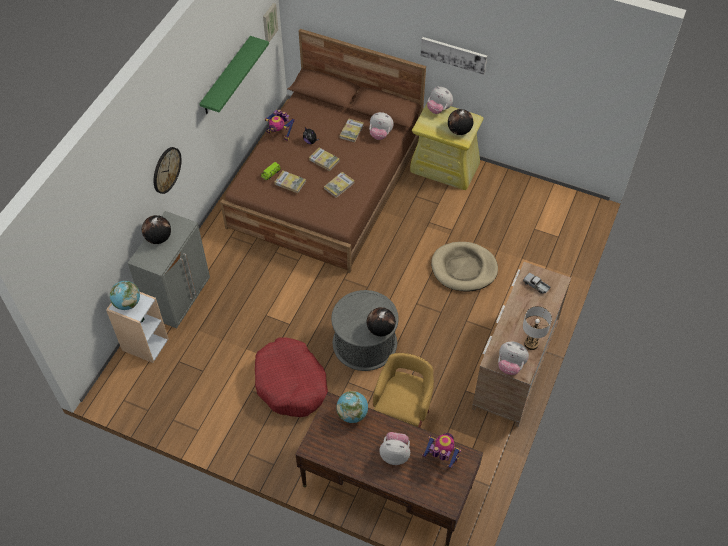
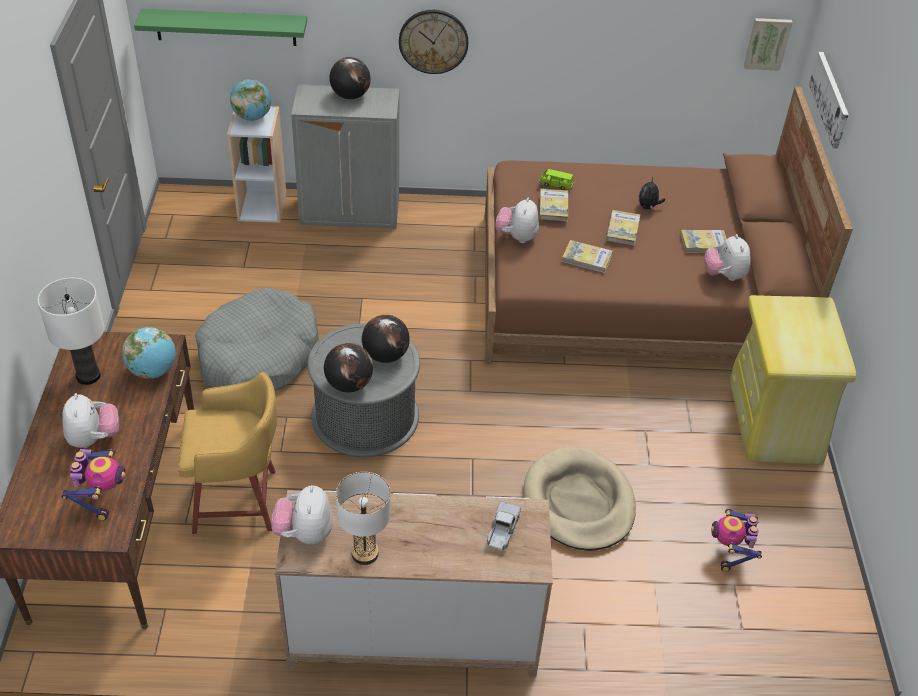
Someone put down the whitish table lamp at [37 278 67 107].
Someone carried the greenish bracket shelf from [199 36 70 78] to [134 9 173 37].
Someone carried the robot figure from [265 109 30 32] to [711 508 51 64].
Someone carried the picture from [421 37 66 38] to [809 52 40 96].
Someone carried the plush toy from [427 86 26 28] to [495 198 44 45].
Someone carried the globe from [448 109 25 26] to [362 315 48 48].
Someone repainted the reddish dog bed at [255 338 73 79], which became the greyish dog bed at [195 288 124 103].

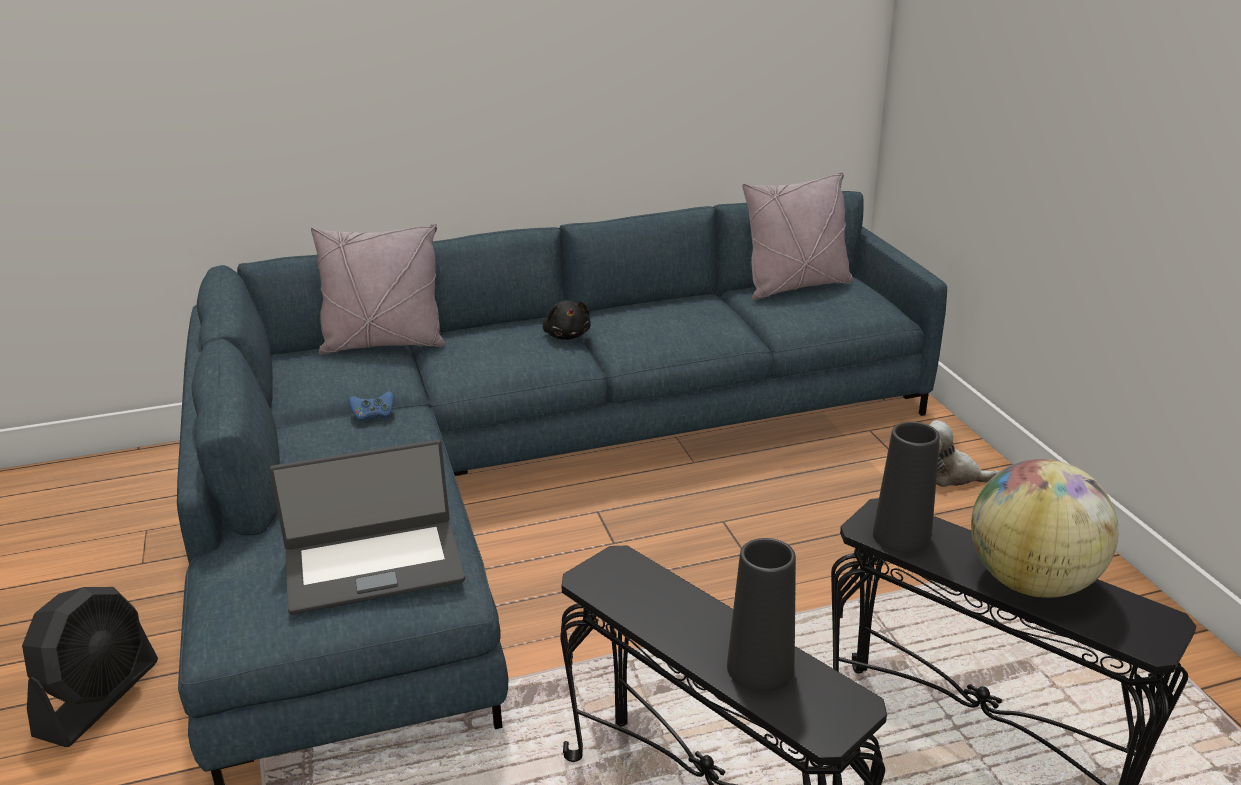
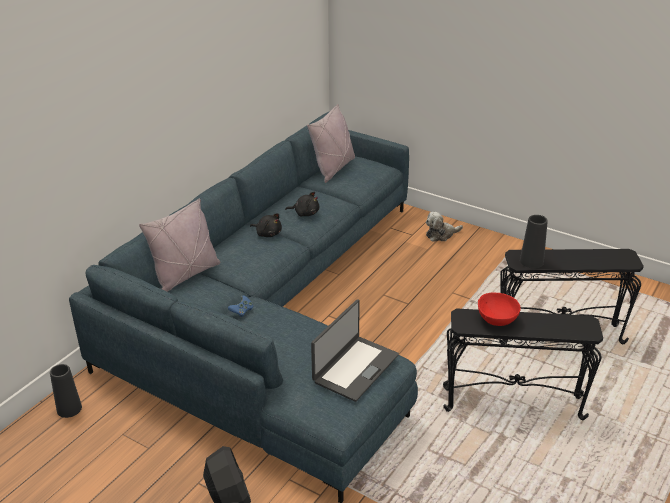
Someone took away the globe at [971 459 148 139].
Someone put down the black-coloured plush toy at [285 192 34 24].
Someone put down the reddish bowl at [478 293 43 33].
Someone carried the black-coloured decorative vase from [727 538 69 154] to [50 364 32 54].

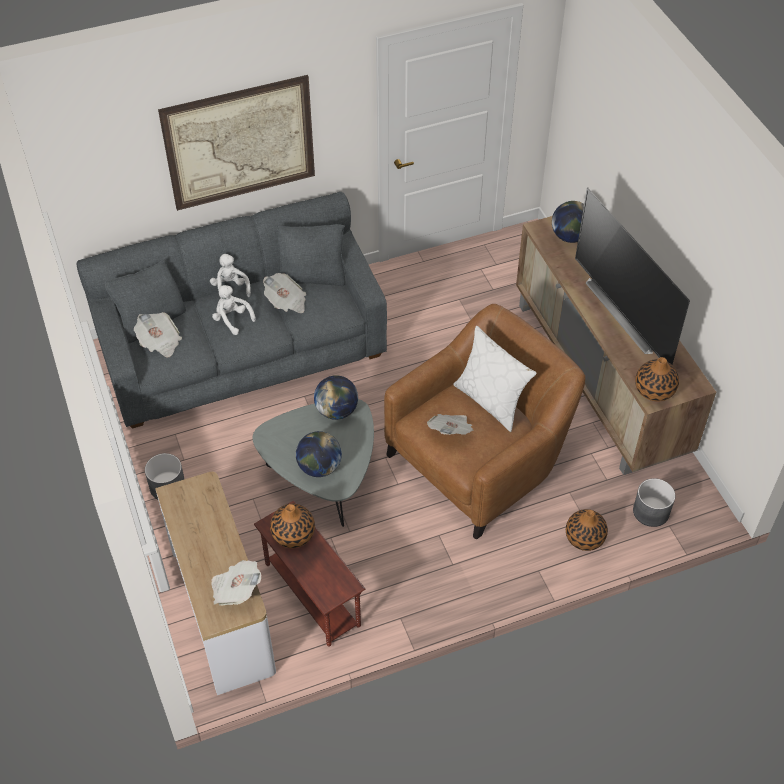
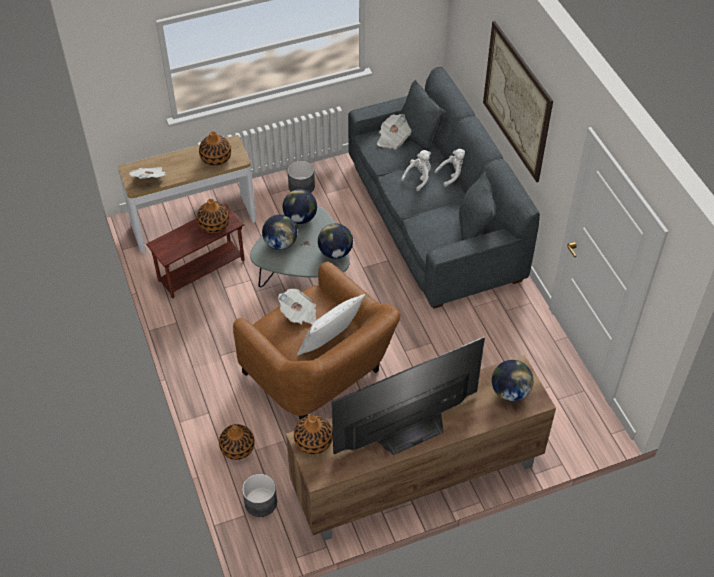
Someone took away the printed paper at [263 273 43 40].
Someone put down the decorative vase at [199 131 32 35].
Someone put down the globe at [283 189 34 35].

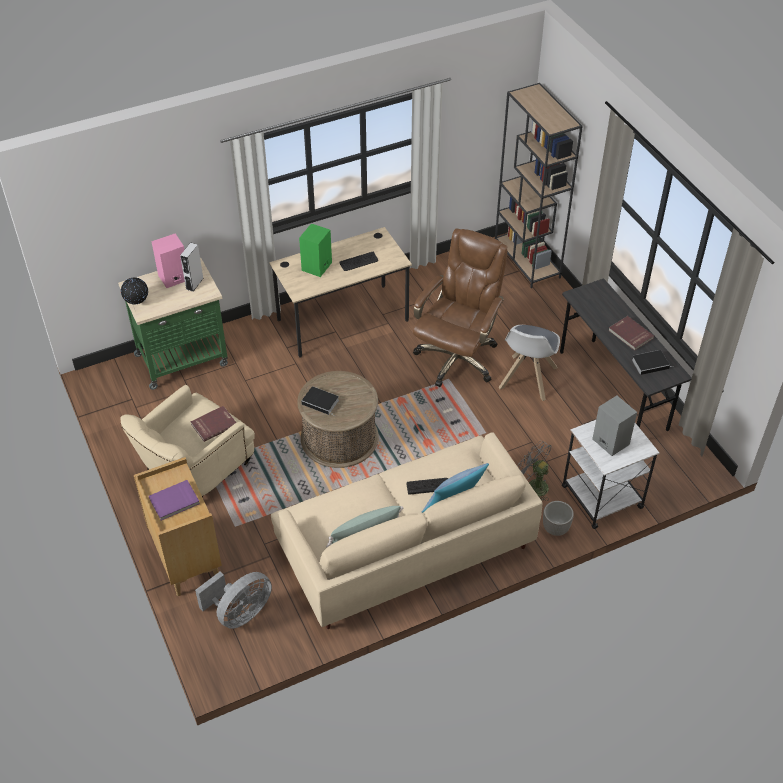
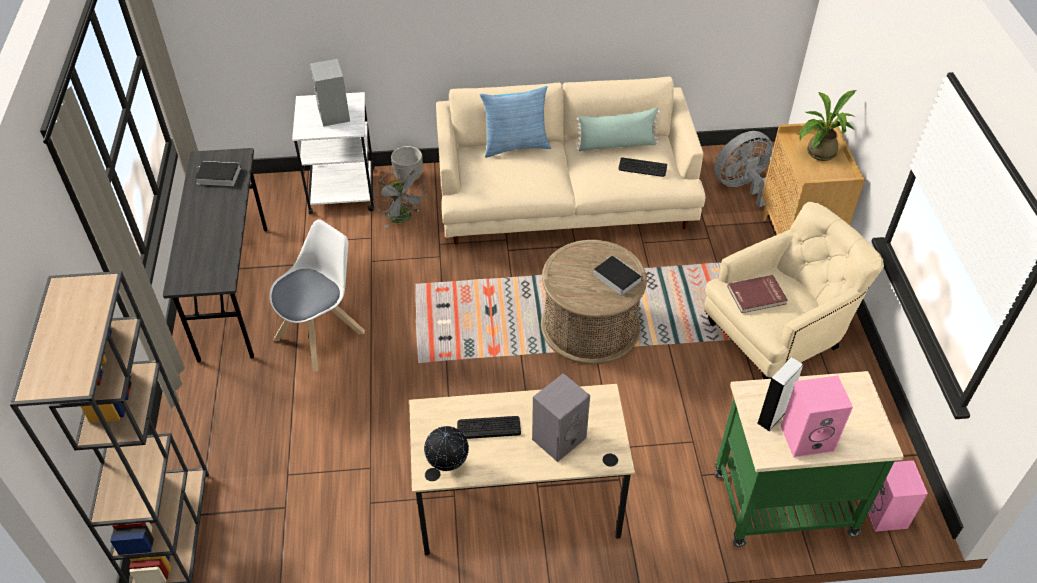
Someone took away the brownish computer chair at [413 229 95 158].
Someone took away the reddish volume at [608 316 46 35].
Someone put down the pink-coloured loudspeaker at [868 460 60 72].
Someone carried the globe from [121 277 27 27] to [424 426 45 45].
Someone carried the computer keyboard from [406 478 42 17] to [618 157 49 20].
Someone swapped the purple volume at [149 480 51 40] for the plant in a pot at [799 90 58 71].
Someone repainted the greenish loudspeaker at [299 224 33 53], which became the greyish loudspeaker at [532 373 58 89].

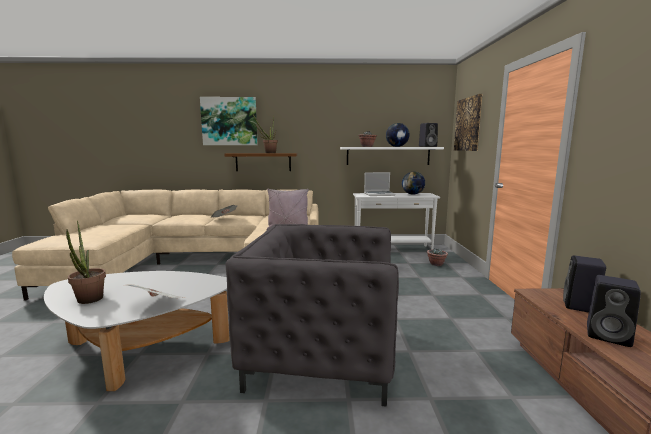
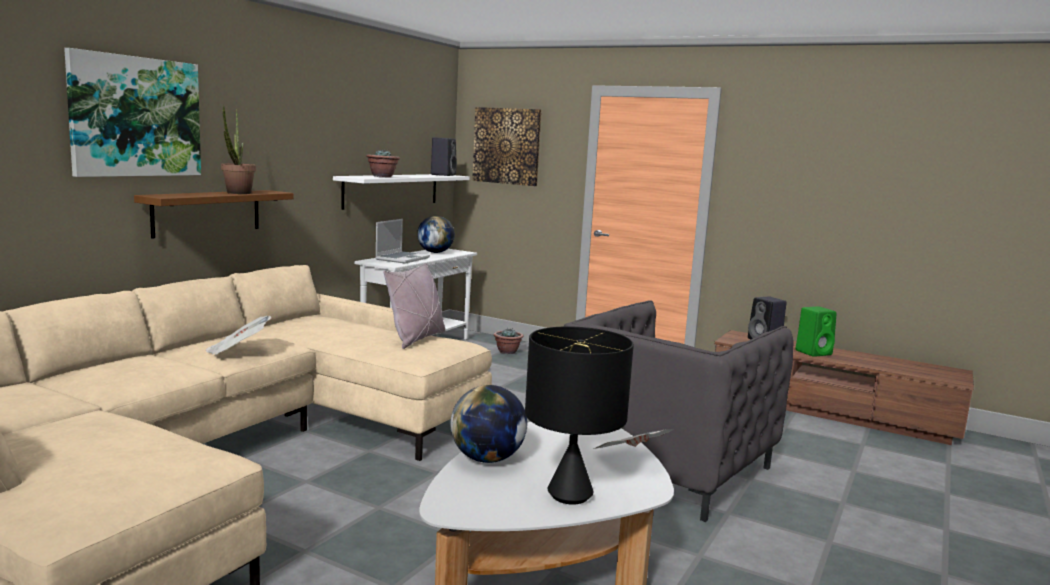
Someone carried the globe from [386 123 24 24] to [450 385 77 78].
Someone swapped the plant in a pot at [66 221 40 83] for the black-coloured table lamp at [525 326 109 179].
Someone repainted the black-coloured loudspeaker at [587 275 54 72], which became the greenish loudspeaker at [795 306 41 51].

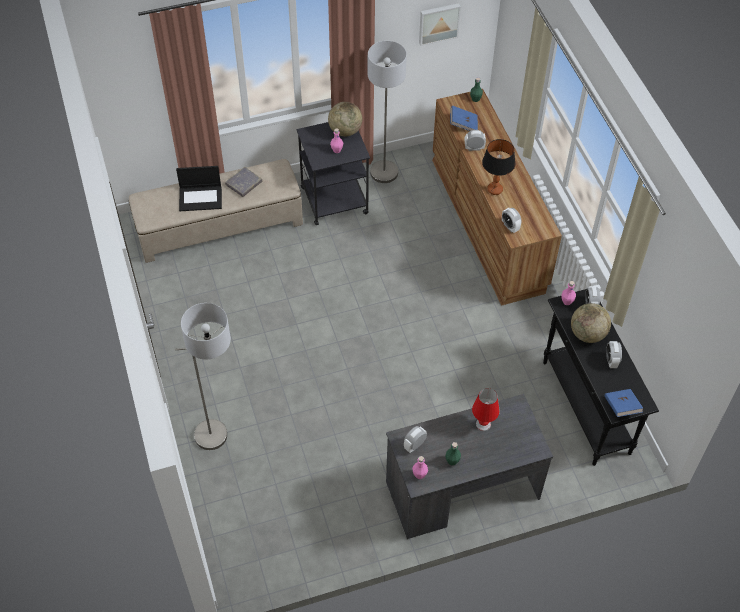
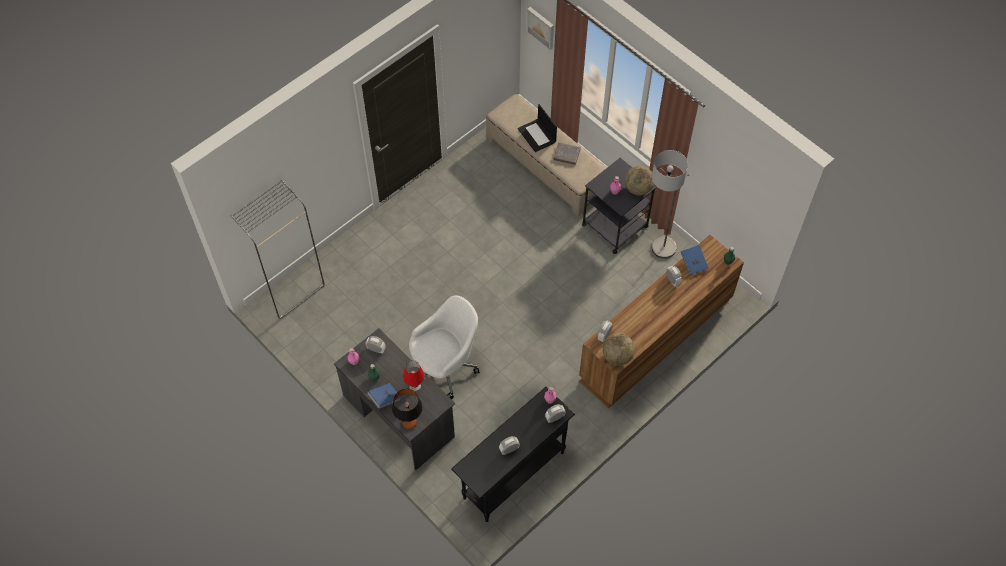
Someone took away the greyish standing lamp at [175 303 56 147].
Someone put down the greyish clothes rack at [230 179 95 140].
Someone put down the whitish computer chair at [409 296 71 103].
Someone carried the picture from [419 3 42 43] to [527 7 27 43].
Someone carried the table lamp from [482 139 33 56] to [392 389 31 40].
Someone carried the globe from [571 303 40 40] to [603 333 32 33].
Someone carried the blue volume from [605 389 38 28] to [367 383 34 26].

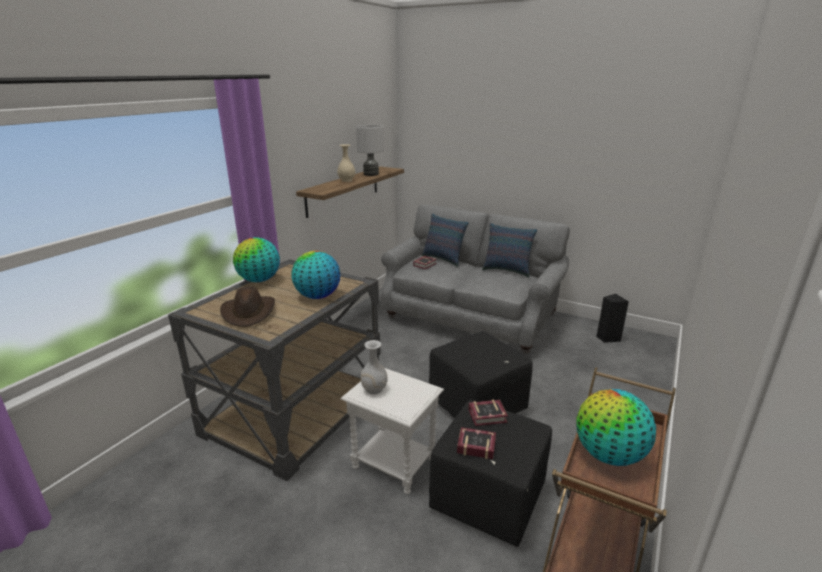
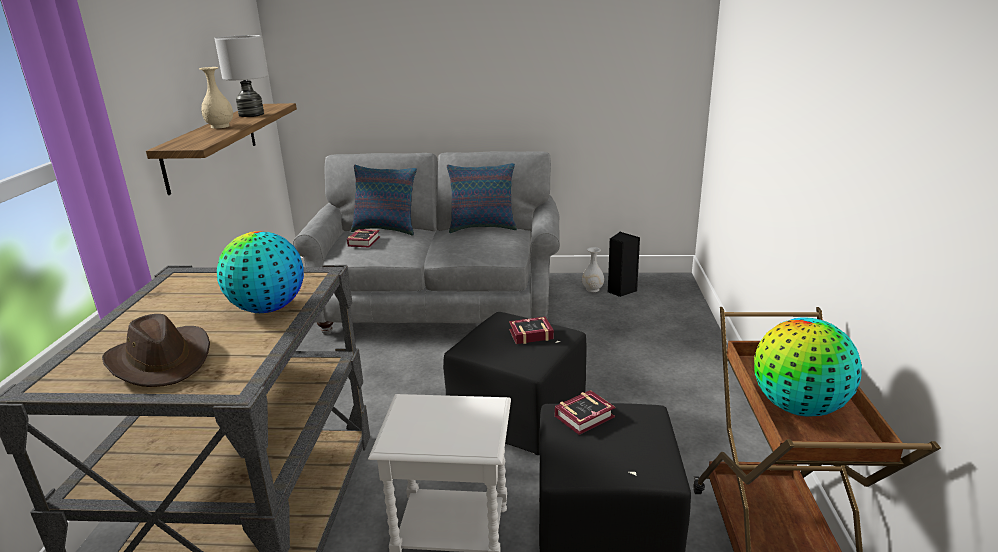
Someone took away the globe at [233 237 47 45].
Someone carried the whitish decorative vase from [361 340 27 54] to [582 247 22 45].
Someone carried the volume from [457 427 39 32] to [509 317 45 27].

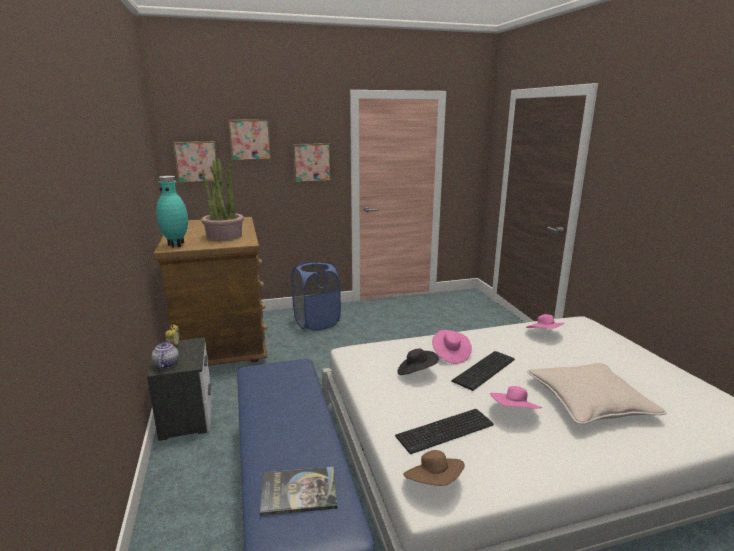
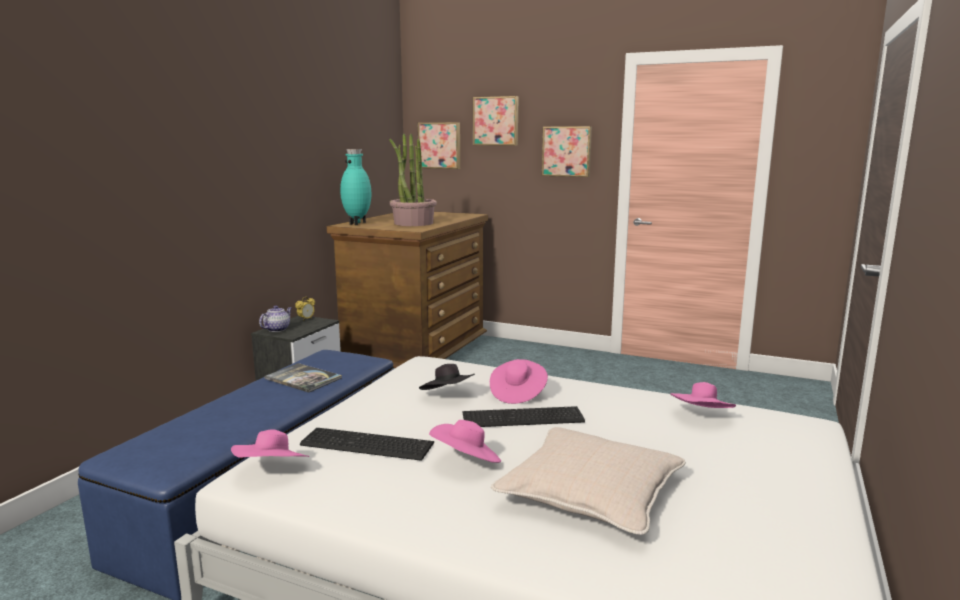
Someone took away the blue laundry basket at [292 261 49 70].
Someone carried the volume from [260 467 77 49] to [264 363 78 30].
Someone repainted the brownish clothing hat at [403 450 62 36], which became the pink-coloured clothing hat at [231 429 78 28].

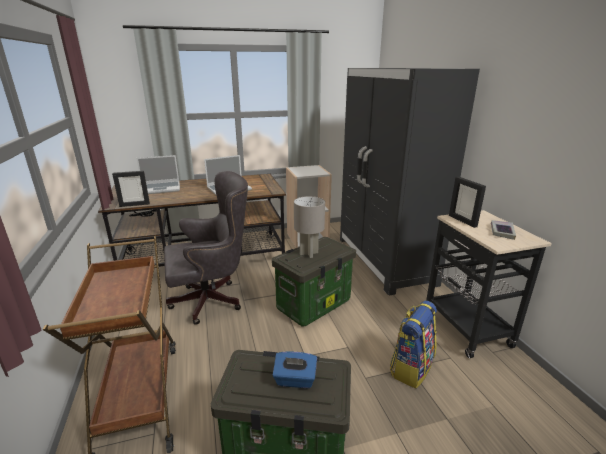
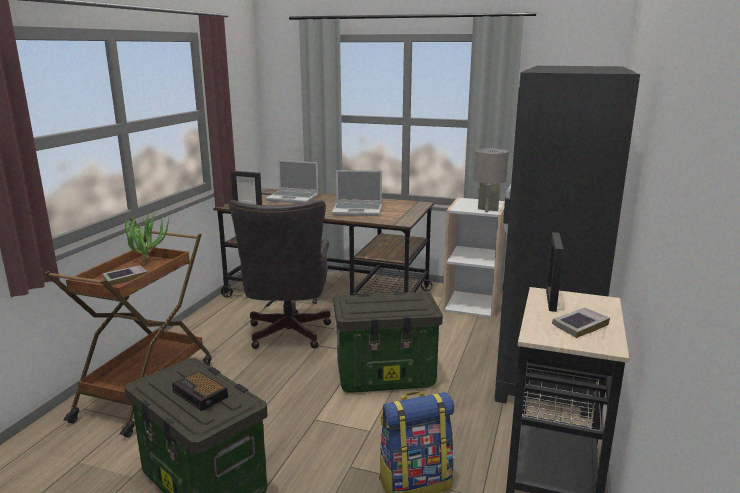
Someone put down the volume at [102 265 45 20].
Someone put down the plant in a pot at [125 214 44 48].
Someone carried the greyish table lamp from [294 196 31 62] to [474 148 35 64].
Someone swapped the blue tissue holder at [273 352 44 36] for the table clock at [172 371 56 40].
Someone rotated the greyish computer chair at [164 171 84 154] by 75 degrees clockwise.

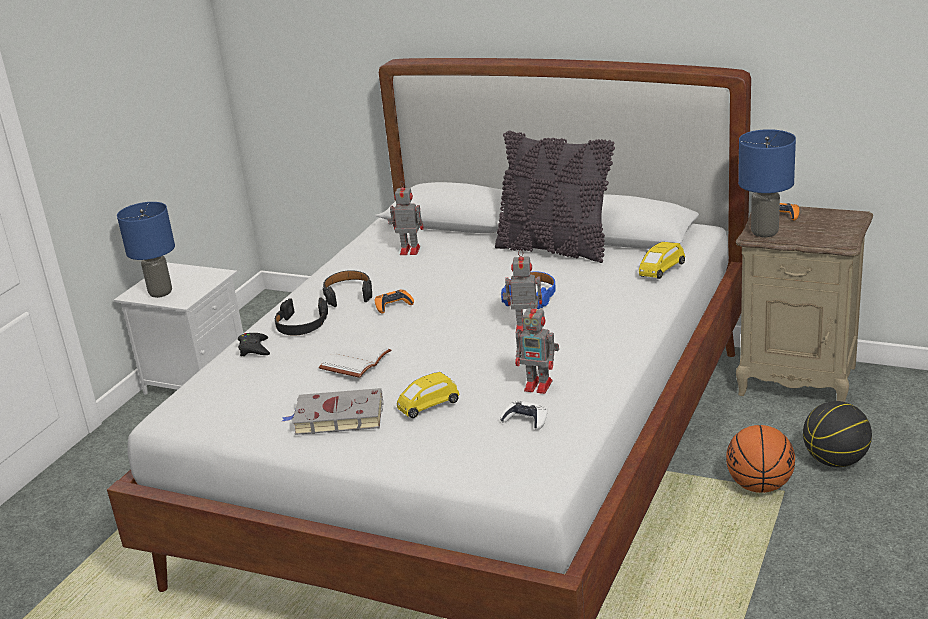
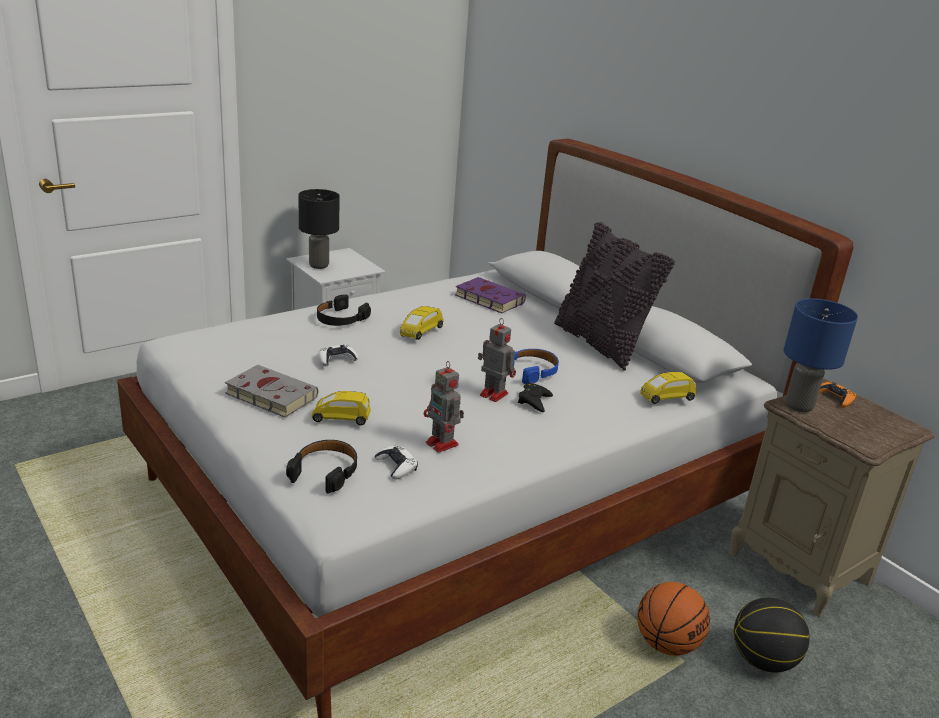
Someone carried the black-coloured joypad from [238 333 32 23] to [518 383 35 29].
Someone carried the black-coloured headset from [323 270 49 37] to [286 440 71 53].
Someone swapped the whitish volume at [319 340 72 38] for the whitish joypad at [319 344 39 22].
Someone swapped the orange joypad at [375 290 39 24] for the yellow toy car at [400 306 43 34].
Someone swapped the robot figure at [388 181 36 74] for the purple volume at [455 277 71 36].
Someone repainted the blue table lamp at [117 202 58 96], which became the black-coloured table lamp at [298 189 42 80].

